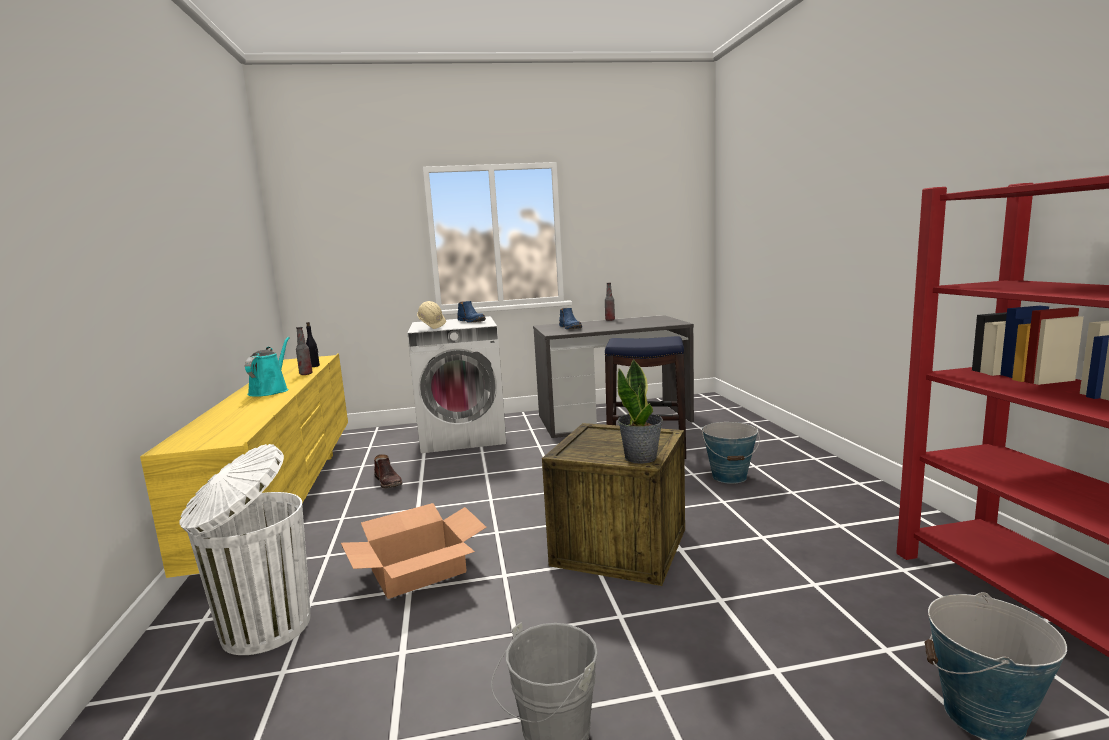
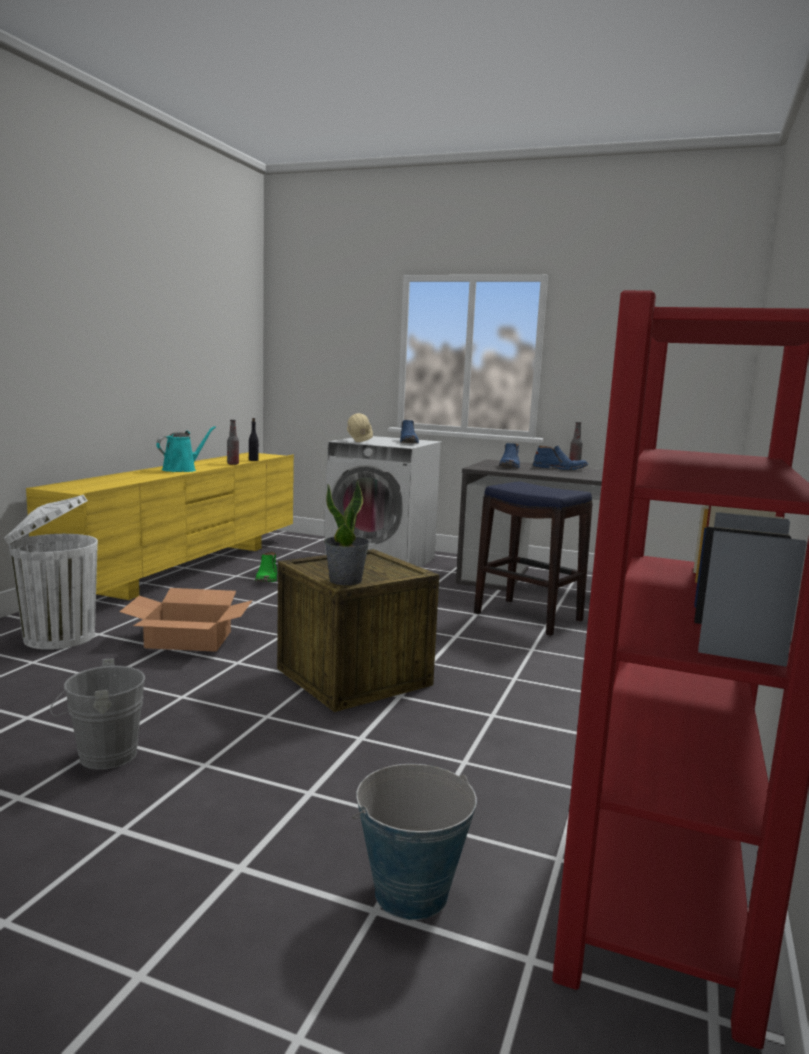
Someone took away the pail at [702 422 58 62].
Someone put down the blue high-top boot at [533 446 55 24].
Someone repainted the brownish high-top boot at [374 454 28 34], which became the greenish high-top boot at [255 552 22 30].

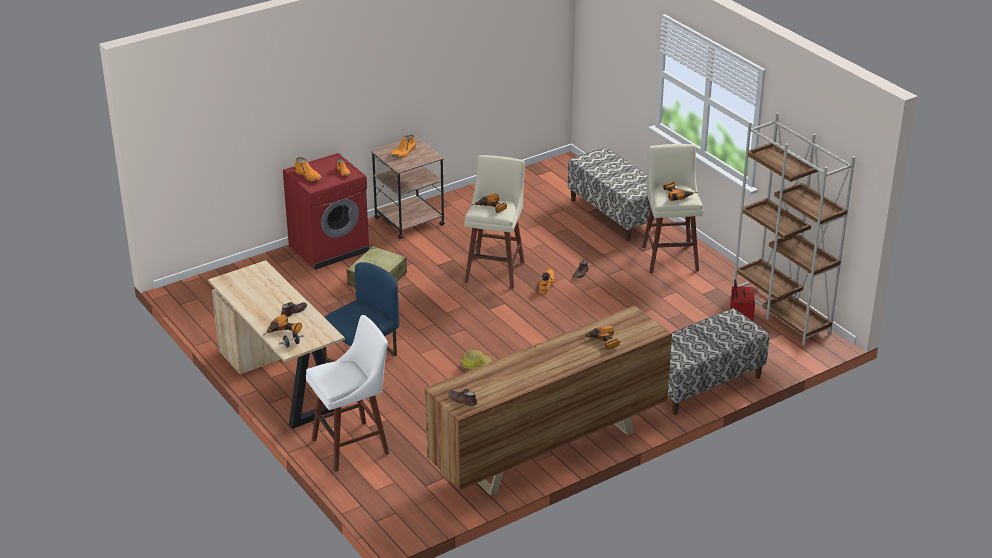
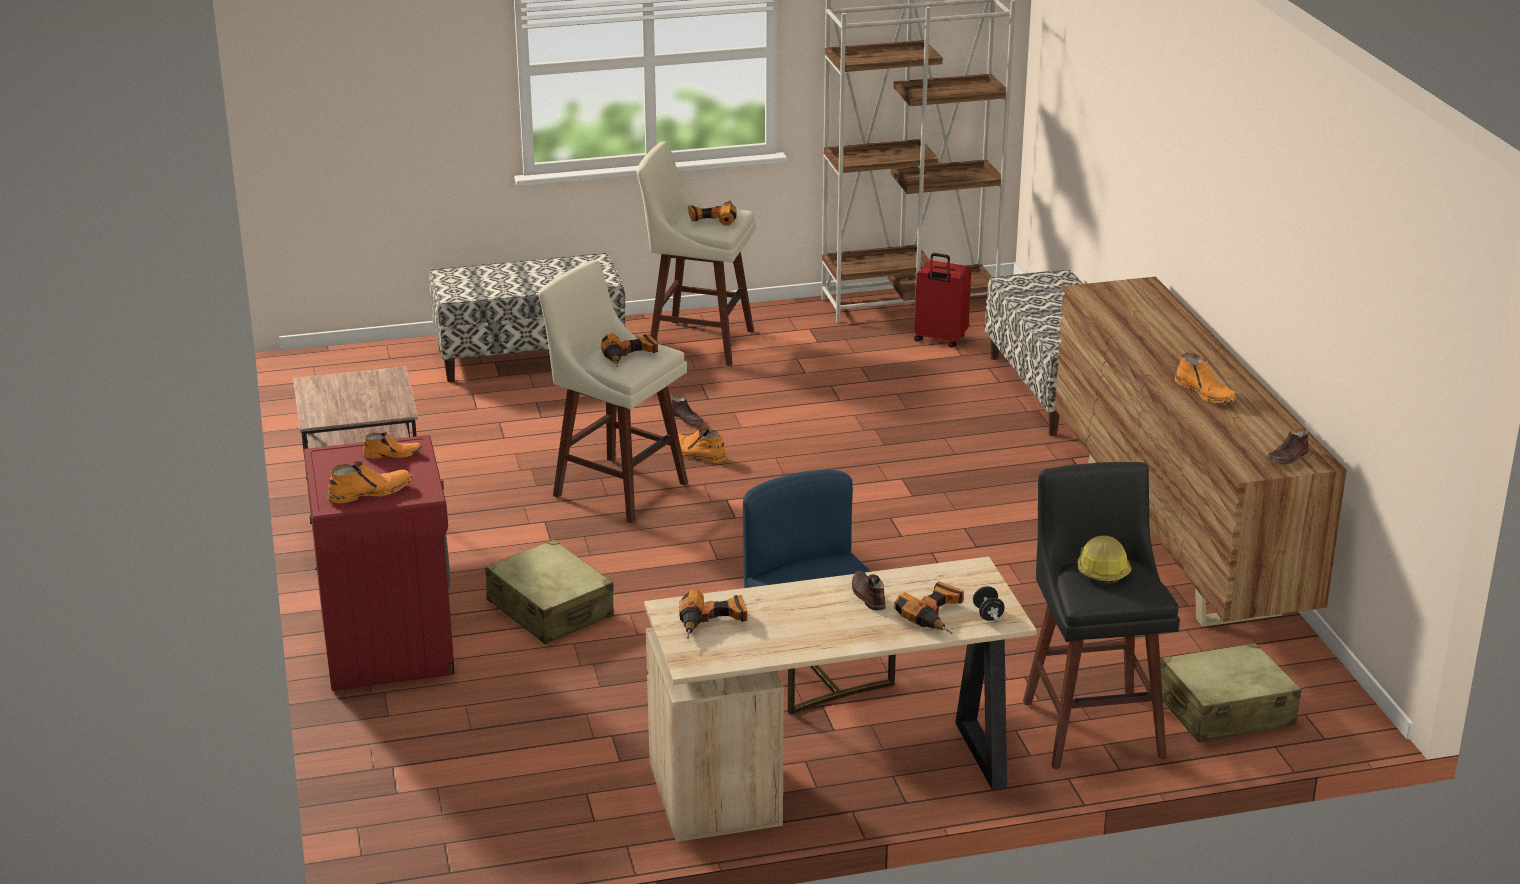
Someone put down the beige-coloured suitcase at [1160 643 141 99].
Someone carried the orange high-top boot from [390 134 26 24] to [1175 353 63 51].
Someone carried the work helmet from [461 350 31 20] to [1078 536 53 49].
Someone carried the electric drill from [579 326 41 24] to [679 590 68 49].
Someone repainted the whitish sitting stool at [306 315 83 157], which became the black-coloured sitting stool at [1023 462 157 307].

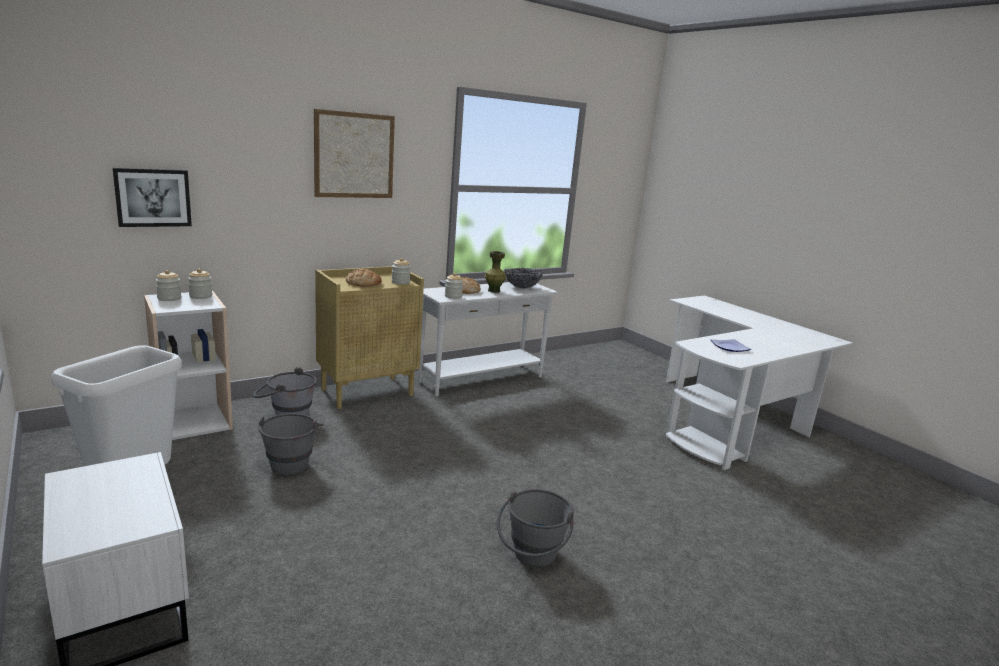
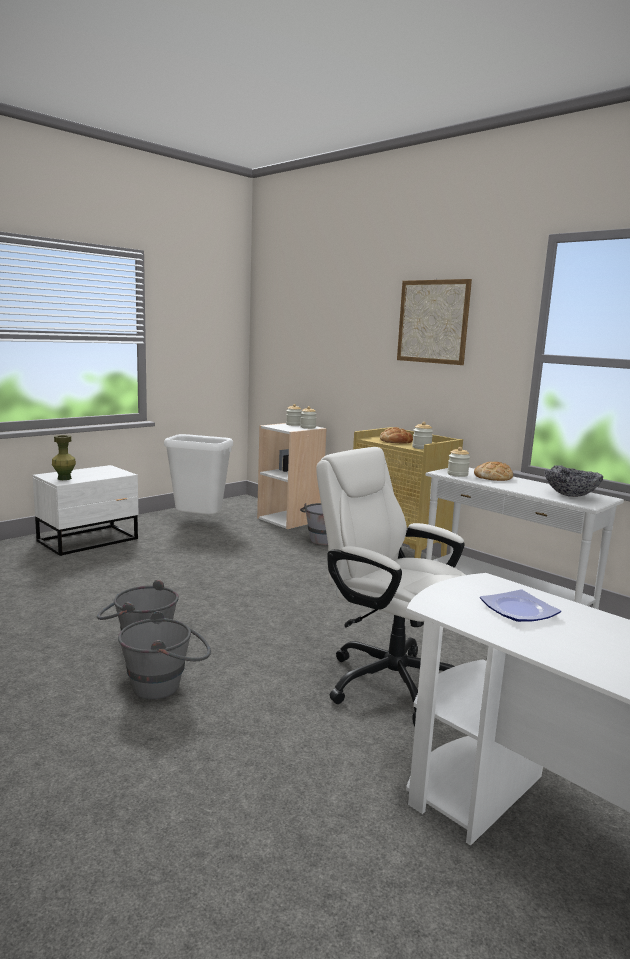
Someone took away the picture at [113 168 79 59].
Someone put down the whitish computer chair at [316 447 149 279].
Someone carried the greyish pail from [258 413 66 62] to [118 611 93 88].
Someone carried the greenish decorative vase from [485 251 21 42] to [52 435 24 45].

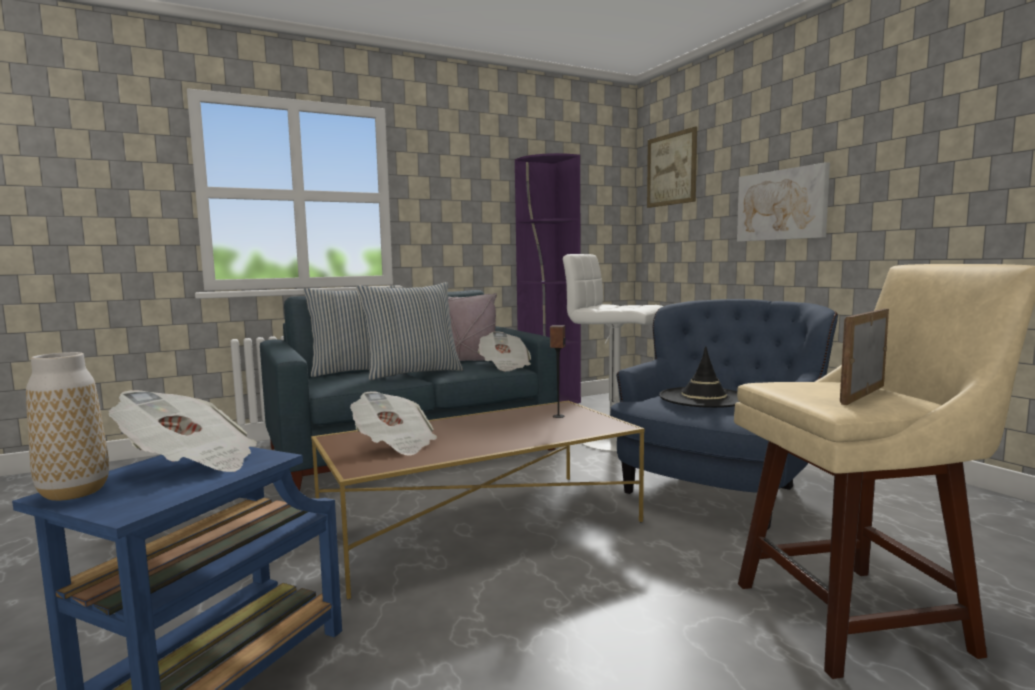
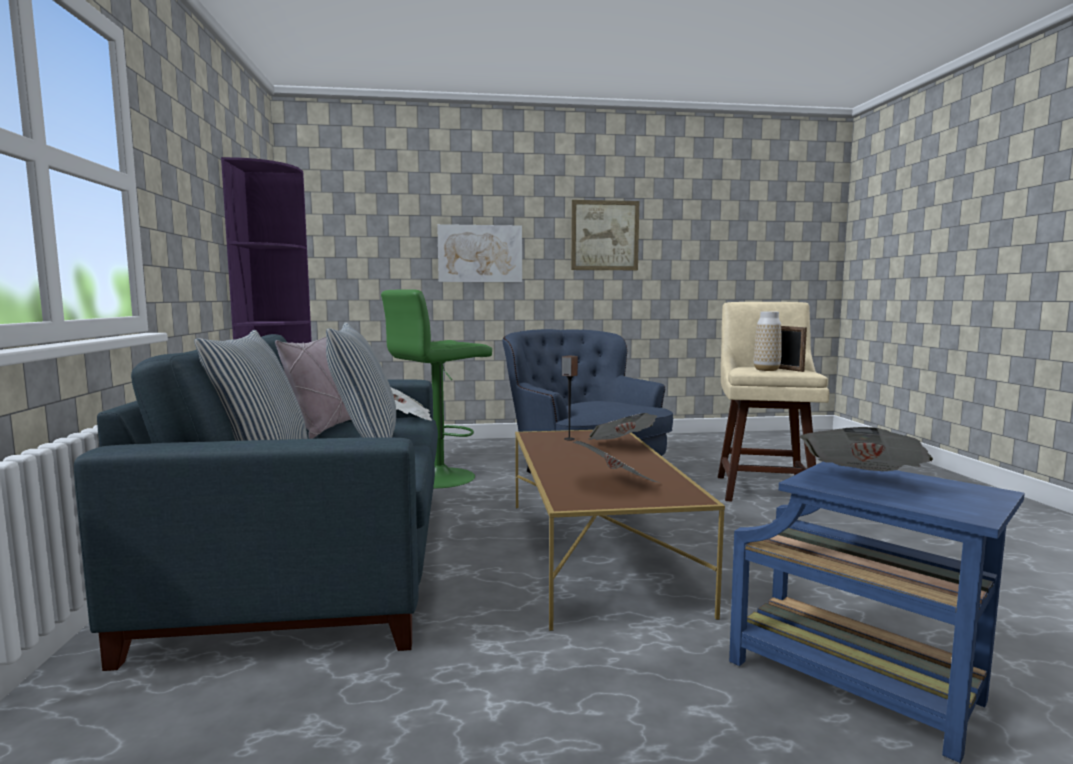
Someone took away the black-coloured clothing hat at [659 346 80 62].
Someone put down the printed paper at [588 413 69 27].
Someone carried the decorative vase from [26 352 83 149] to [754 311 27 60].
Someone carried the picture from [647 126 50 82] to [571 200 68 70].
Someone repainted the whitish sitting stool at [563 254 101 197], which became the greenish sitting stool at [381 289 111 200].

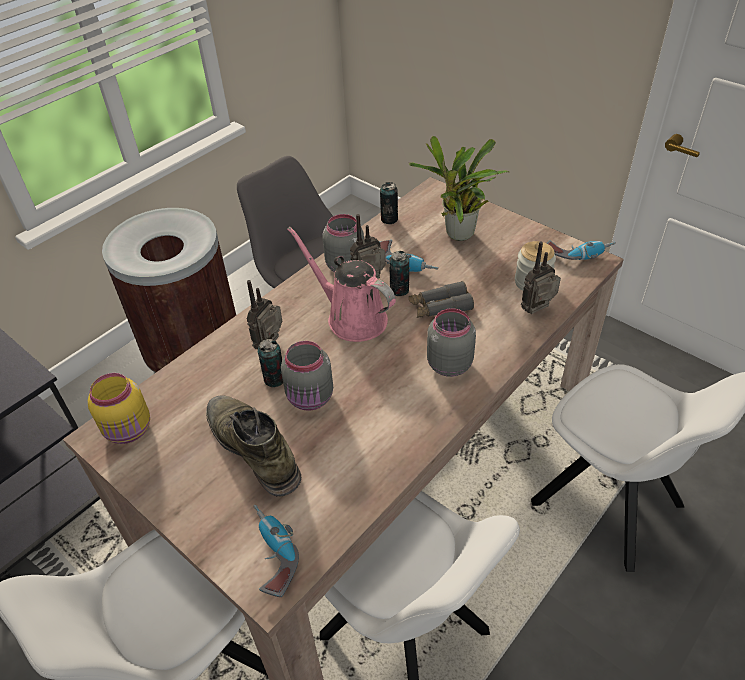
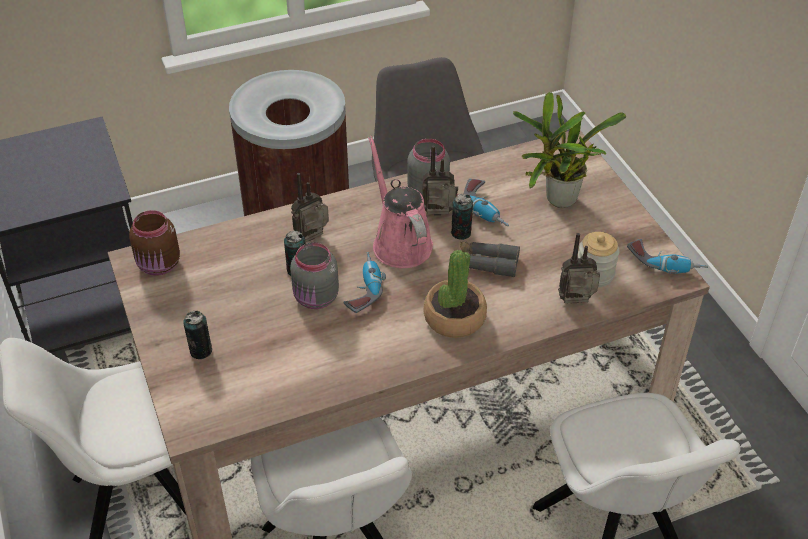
Someone took away the greenish high-top boot at [206 395 95 102].
Someone carried the electric drill from [253 505 46 92] to [343 252 43 61].
Someone carried the can from [380 182 18 42] to [183 311 29 48].
Someone swapped the greyish storage jar at [427 308 49 69] for the plant in a pot at [423 250 64 88].
Someone repainted the yellow storage jar at [88 373 62 71], which became the brownish storage jar at [129 210 51 66].

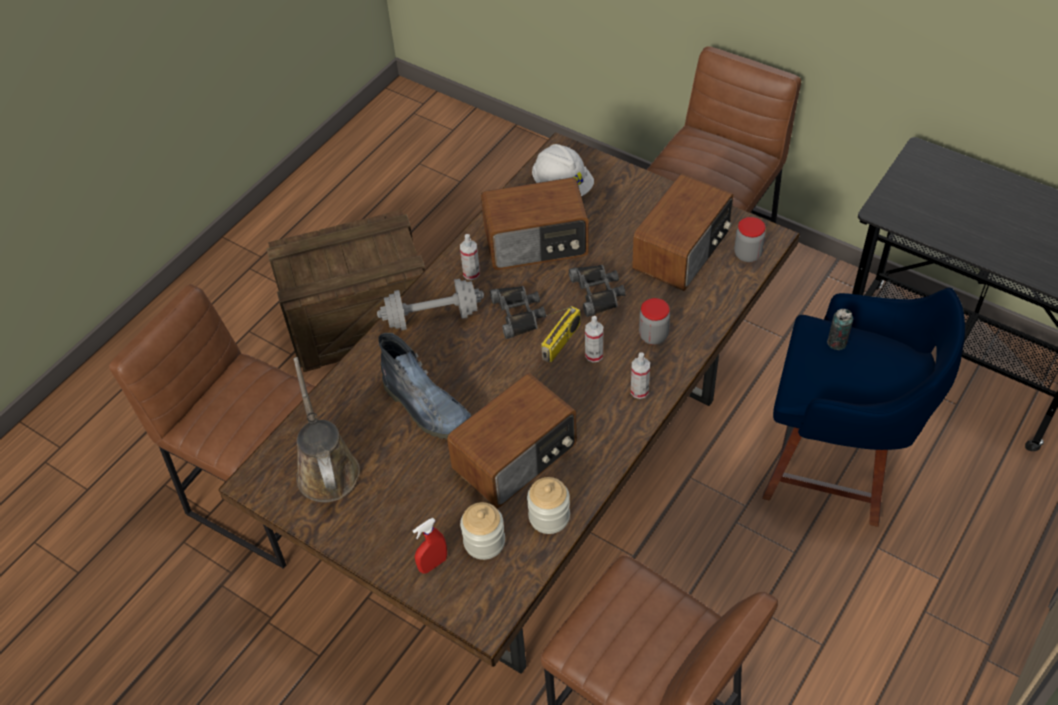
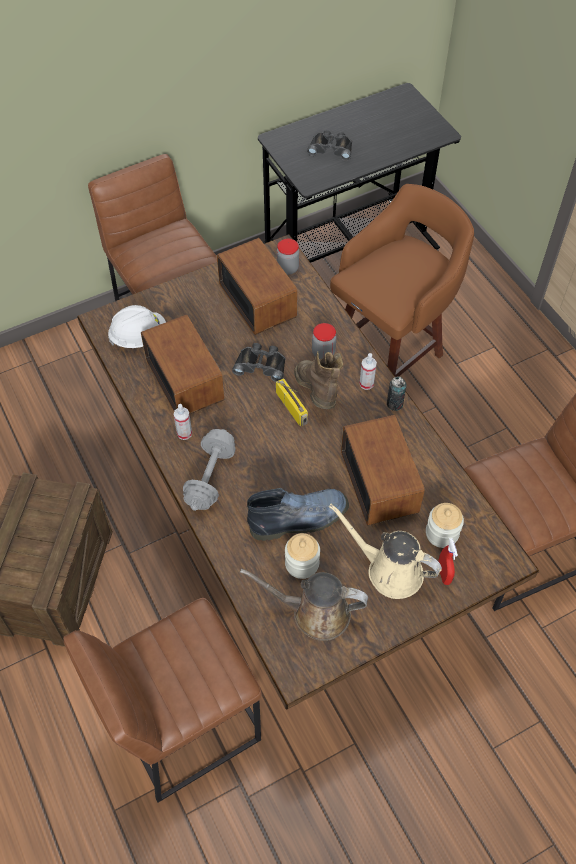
Someone put down the beige-coloured sprinkling can at [329 504 113 95].
Someone carried the black-coloured field glasses from [490 286 56 53] to [307 130 45 31].
Someone carried the storage jar from [527 477 43 57] to [285 533 35 46].
Someone carried the can from [827 309 26 41] to [387 376 20 35].
Someone swapped the sprayer at [585 316 18 46] for the brownish high-top boot at [294 352 49 57].
Someone repainted the blue sitting stool at [762 288 203 239], which became the brownish sitting stool at [330 184 144 193].
Someone rotated the radio at [481 178 108 92] by 45 degrees counterclockwise.

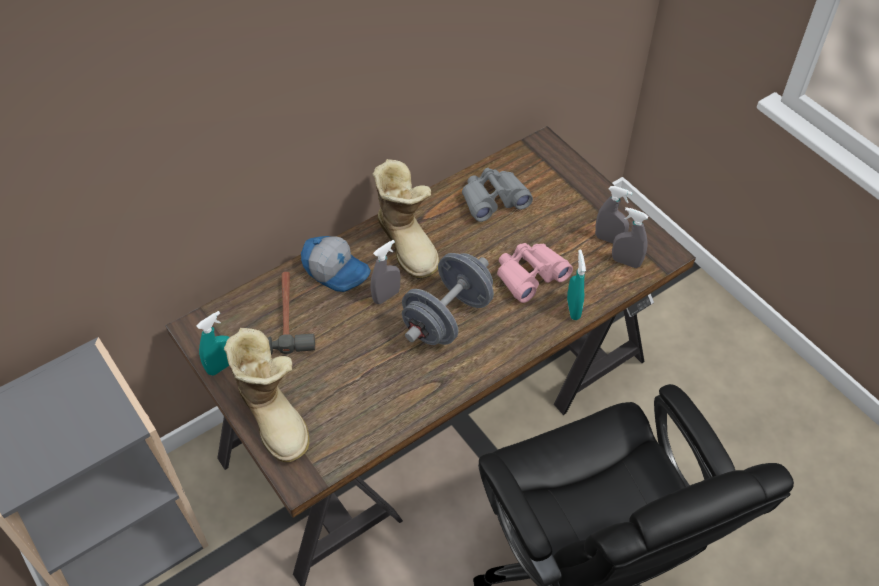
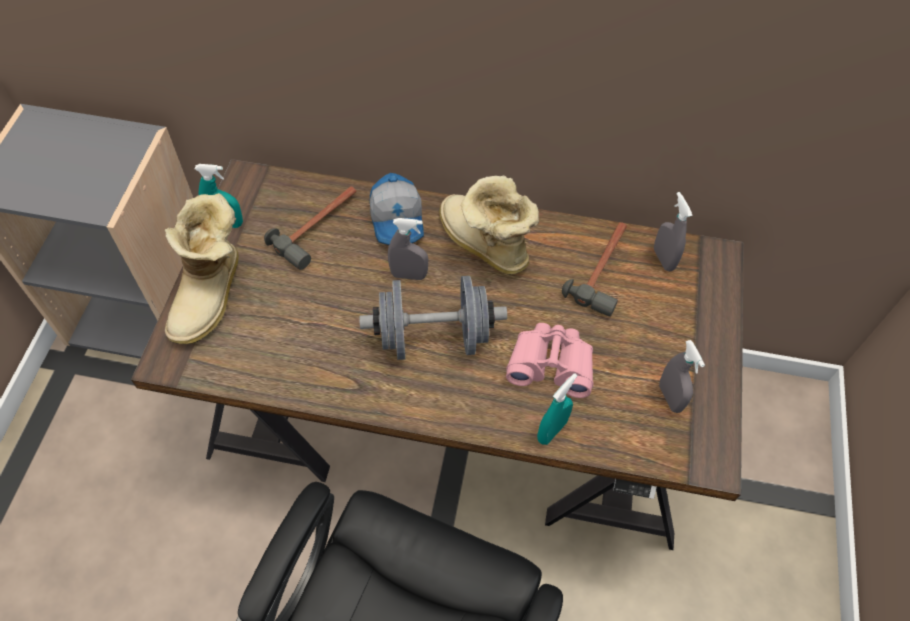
Someone carried the greyish sprayer from [612 207 37 61] to [654 192 39 79].
Someone swapped the greyish field glasses at [462 168 71 54] for the hammer at [562 222 65 95].
Someone rotated the high-top boot at [373 159 66 120] by 120 degrees clockwise.

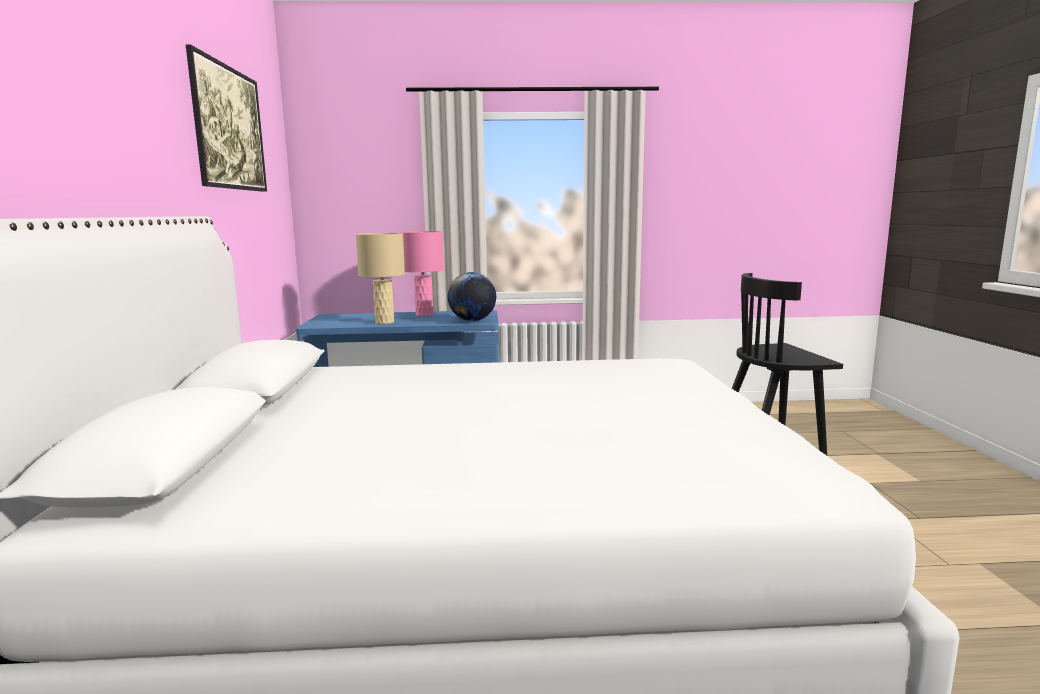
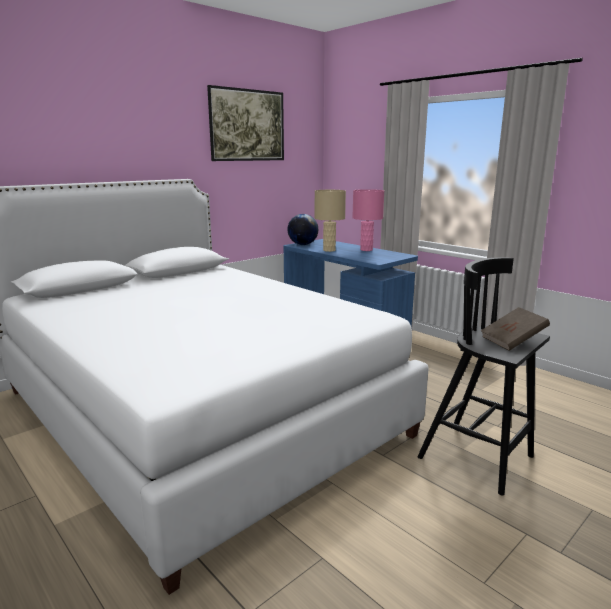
Someone put down the brownish volume at [481 307 69 44].
Someone carried the globe from [448 272 48 49] to [288 214 30 31].

